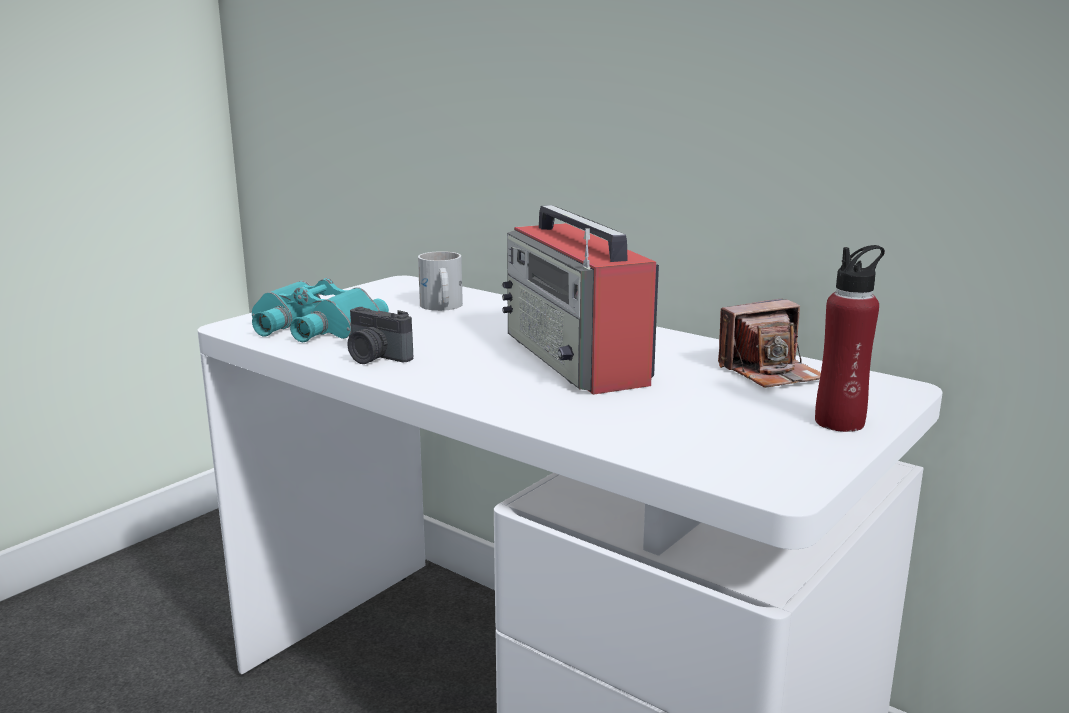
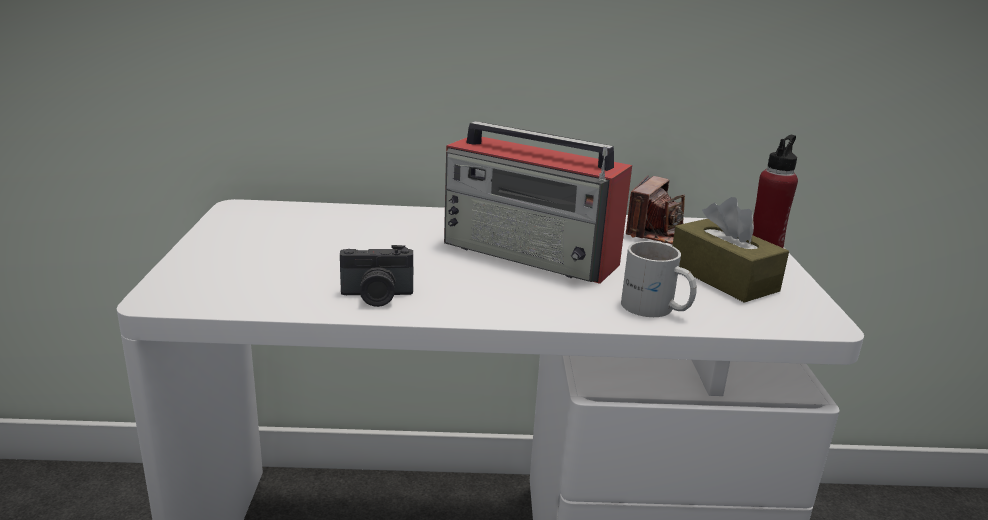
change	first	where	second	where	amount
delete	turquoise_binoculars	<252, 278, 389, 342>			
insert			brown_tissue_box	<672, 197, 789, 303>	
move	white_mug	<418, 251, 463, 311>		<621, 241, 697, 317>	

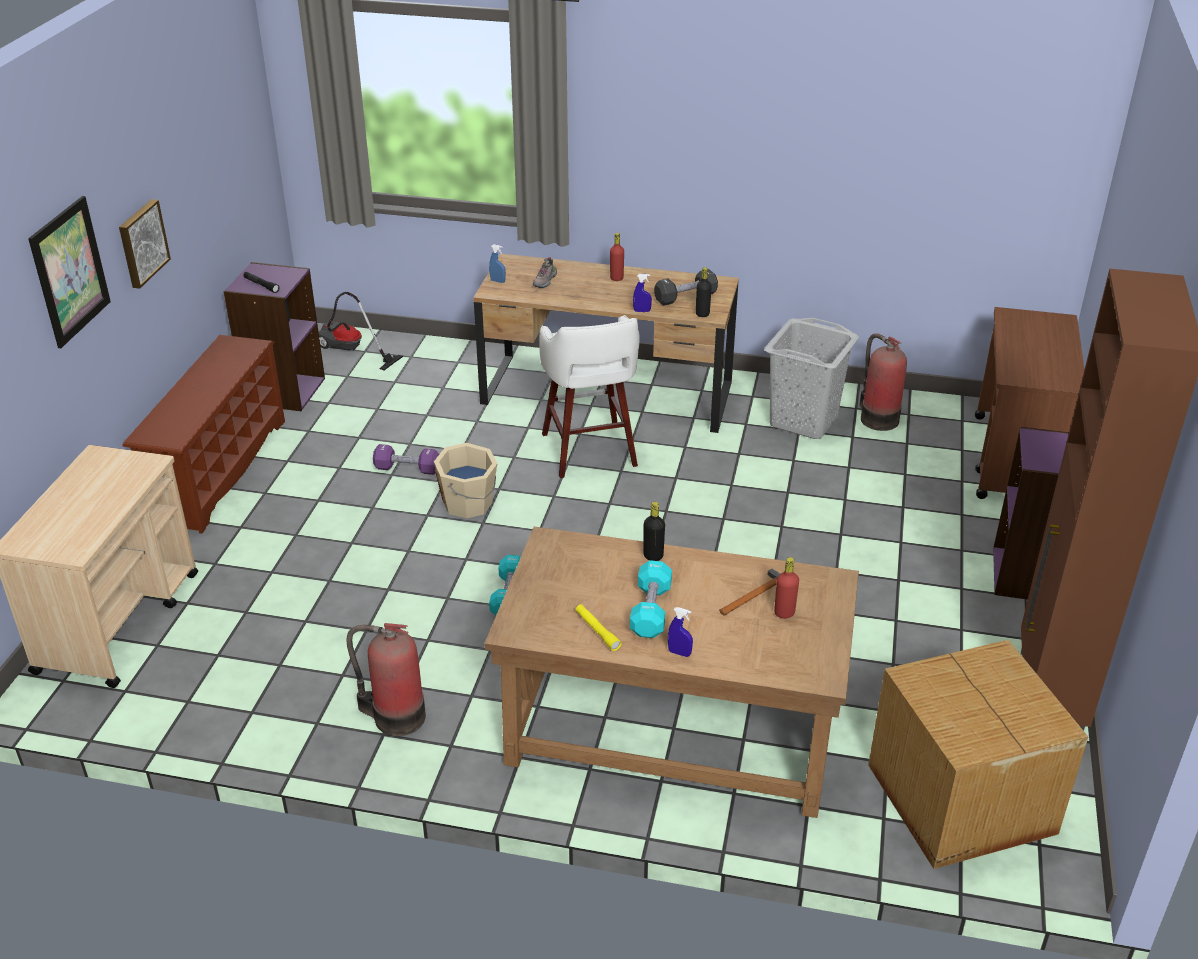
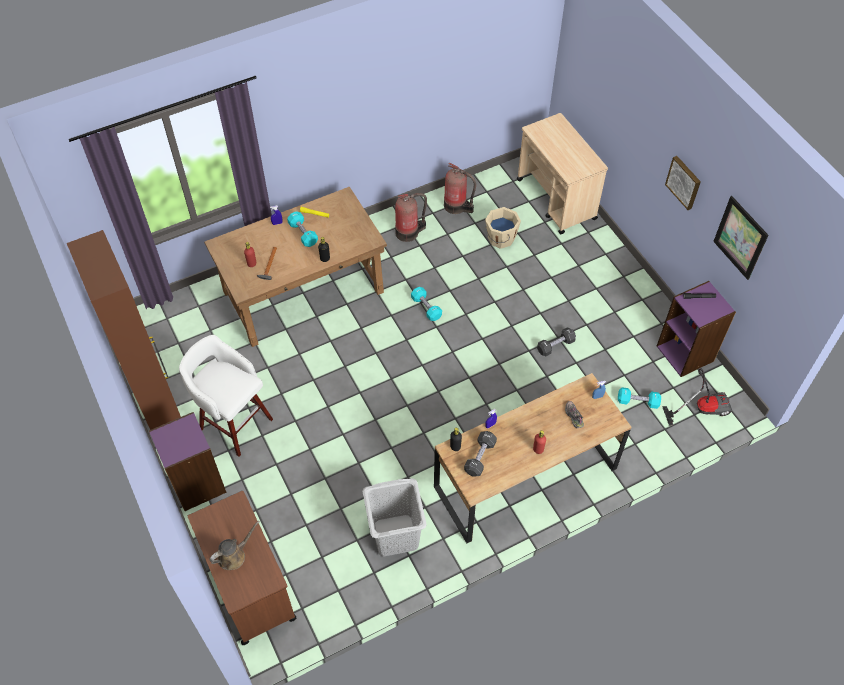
change	first	where	second	where	amount
delete	brown_shoe_rack	<123, 335, 285, 533>			
delete	cardboard_box	<868, 640, 1088, 869>			
insert			brown_watering_can	<209, 520, 260, 570>	
insert			turquoise_dumbbell	<618, 387, 661, 409>	
move	picture	<28, 196, 111, 348>		<713, 196, 769, 280>	
move	beige_bucket	<434, 443, 498, 518>		<485, 207, 521, 249>	
move	white_stool	<539, 315, 640, 478>		<179, 335, 273, 457>	
move	fire_extinguisher	<860, 333, 907, 431>		<444, 163, 476, 214>	
recolor	purple_dumbbell	<373, 444, 439, 475>	black_dumbbell	<537, 328, 576, 356>	

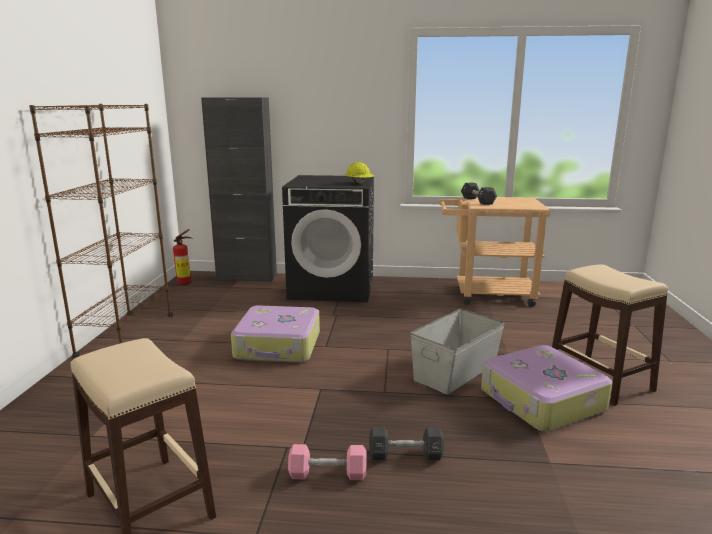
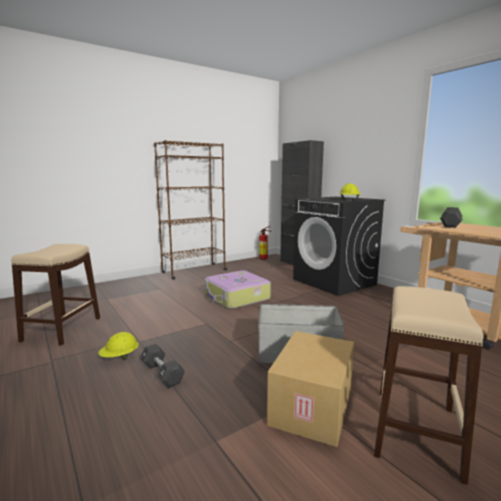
change	first	where	second	where	amount
replace	pink_dumbbell	<288, 444, 366, 480>	yellow_hard_hat	<98, 332, 139, 360>	
replace	suitcase	<481, 345, 613, 432>	cardboard_box	<267, 331, 354, 447>	

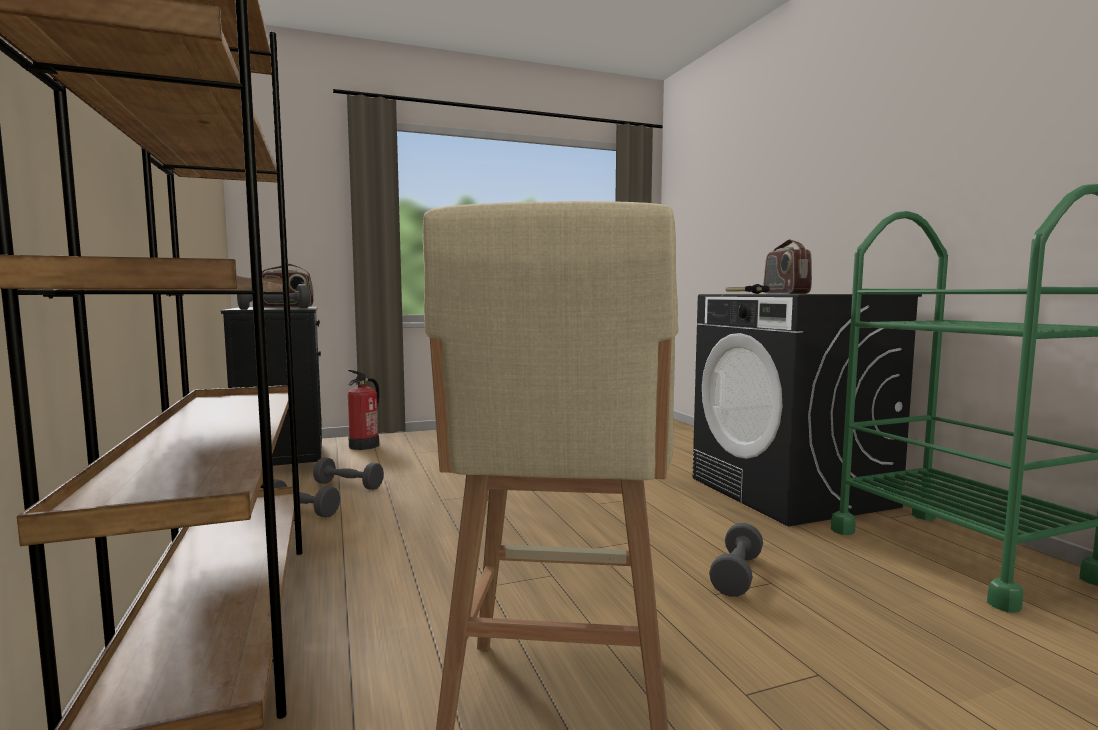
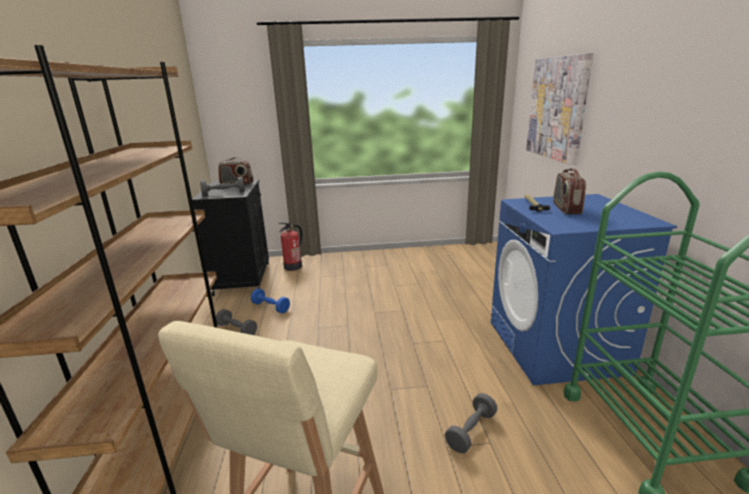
change	first	where	second	where	amount
insert			picture	<526, 53, 593, 165>	
recolor	grey_dumbbell	<313, 458, 384, 490>	blue_dumbbell	<251, 289, 290, 313>	
recolor	black_washing_machine	<693, 294, 922, 526>	blue_washing_machine	<491, 194, 677, 385>	

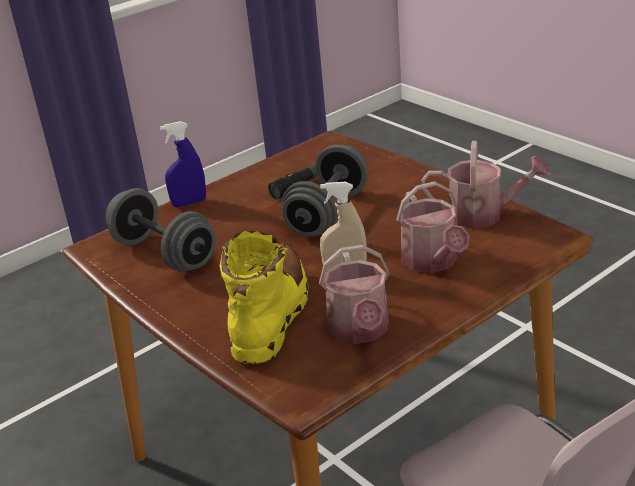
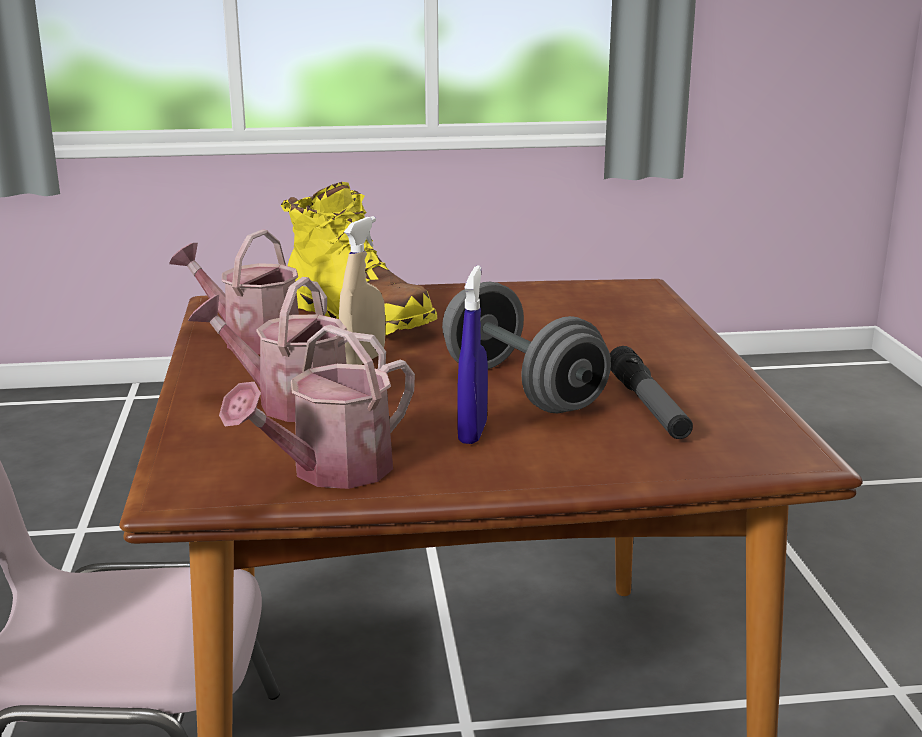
change	first	where	second	where	amount
delete	grey_dumbbell	<105, 188, 216, 272>			
move	blue_spray_bottle	<160, 121, 206, 207>		<457, 265, 488, 444>	

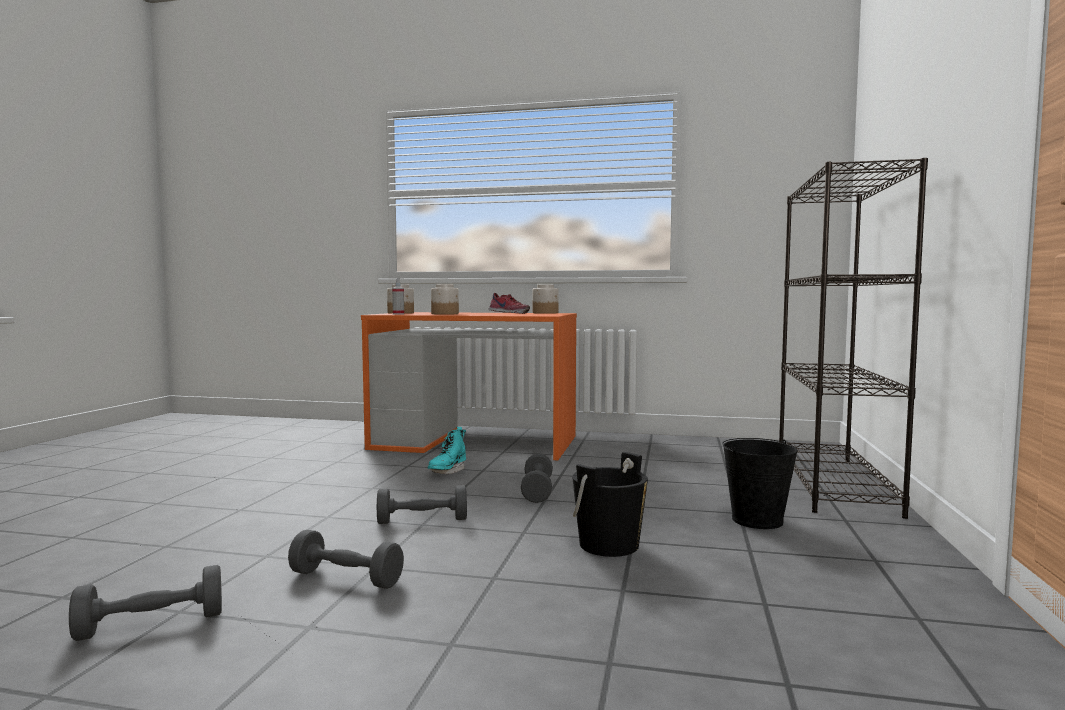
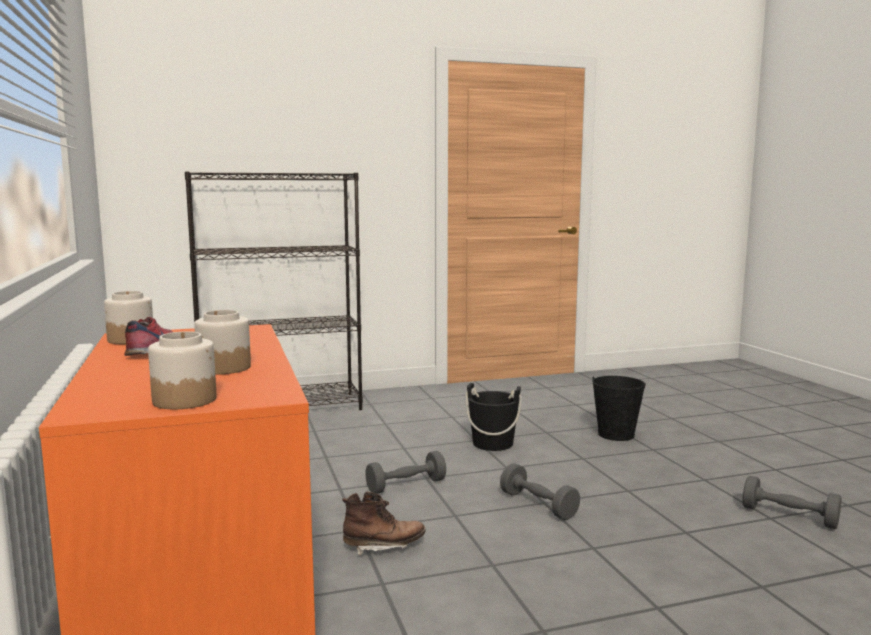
change	first	where	second	where	amount
delete	grey_dumbbell	<288, 530, 404, 589>			
delete	spray_bottle	<392, 278, 404, 315>			
move	black_bucket	<722, 438, 798, 529>		<592, 376, 646, 441>	
recolor	turquoise_boot	<428, 427, 466, 474>	brown_boot	<342, 492, 426, 556>	

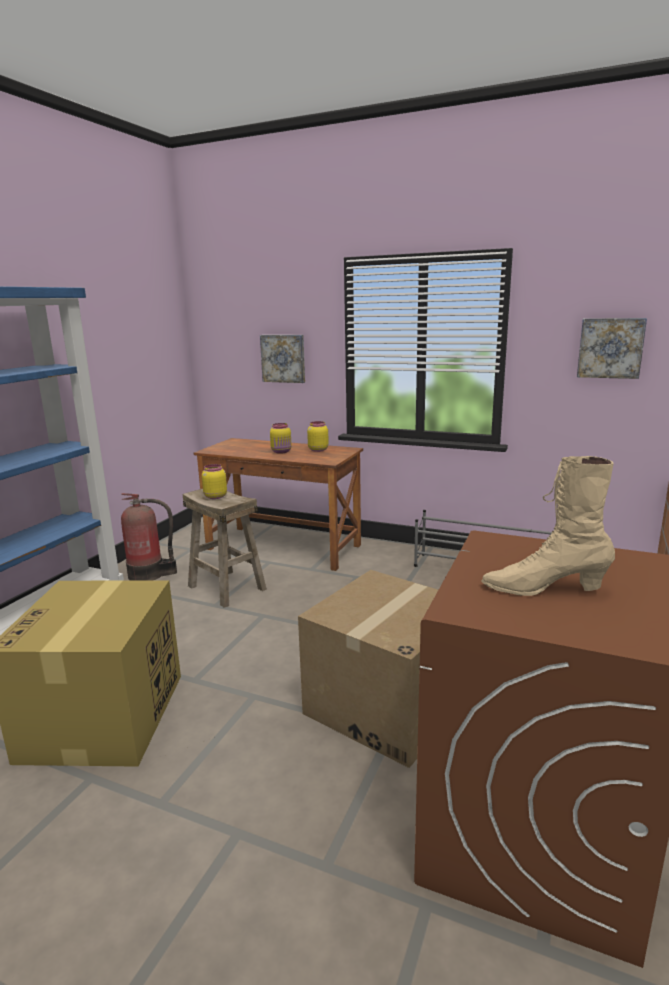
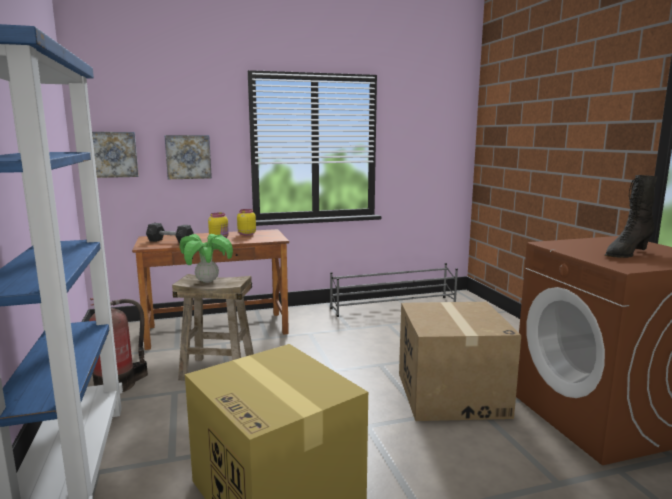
change	first	where	second	where	amount
insert			grey_dumbbell	<146, 223, 194, 244>	
move	picture	<577, 318, 647, 379>		<92, 132, 139, 178>	
replace	yellow_jar	<202, 464, 227, 499>	potted_plant	<180, 234, 233, 283>	
recolor	beige_boot	<481, 456, 615, 596>	black_boot	<604, 175, 657, 258>	

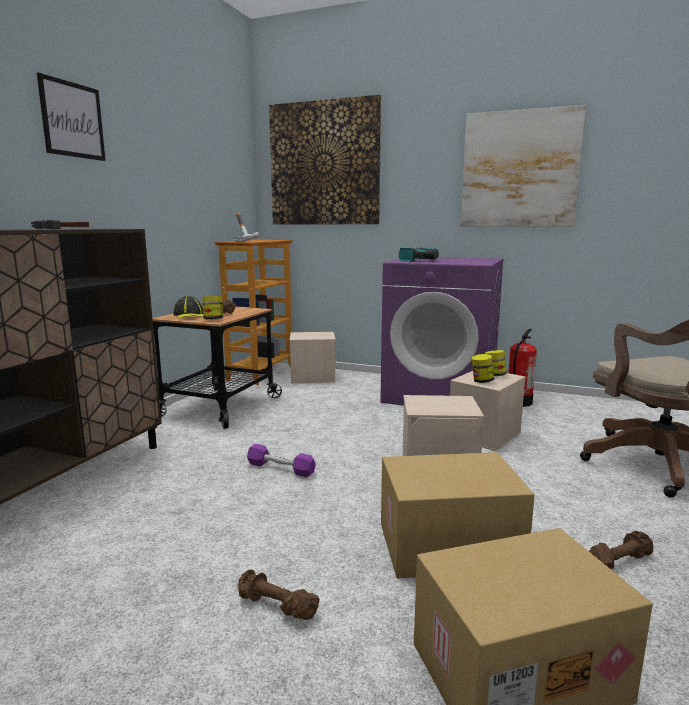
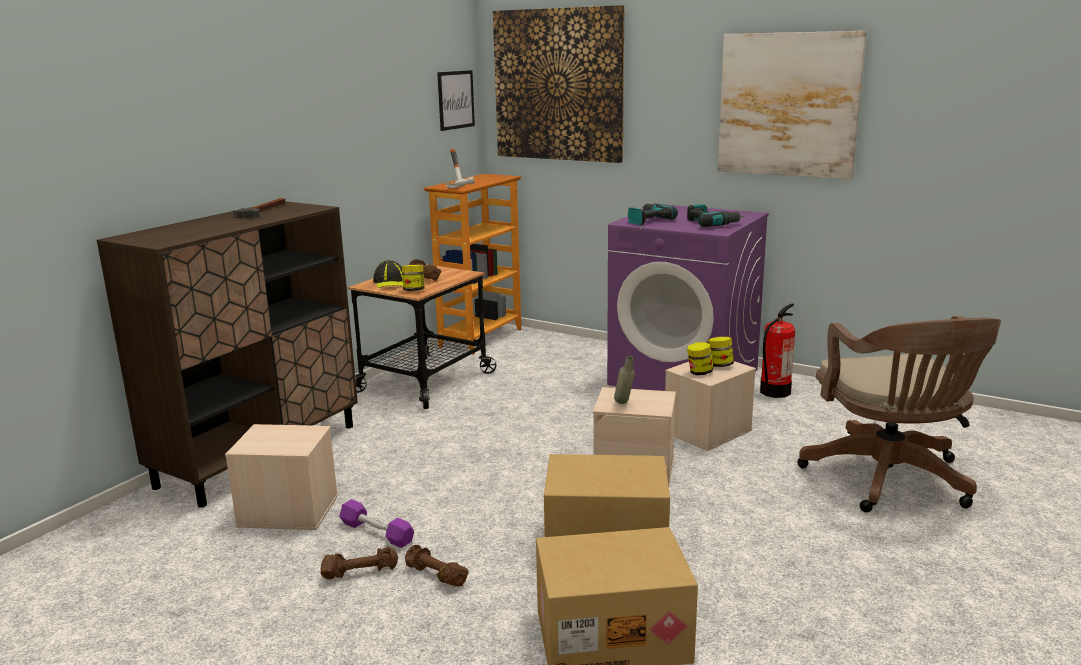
change	first	where	second	where	amount
insert			grey_bottle	<614, 356, 635, 404>	
insert			power_drill	<687, 204, 743, 227>	
move	picture	<37, 73, 106, 161>		<437, 70, 475, 131>	
move	purple_dumbbell	<247, 444, 316, 477>		<339, 499, 414, 548>	
move	beige_storage_box	<290, 332, 336, 383>		<225, 424, 338, 530>	
move	brown_dumbbell	<589, 531, 653, 569>		<320, 546, 398, 579>	

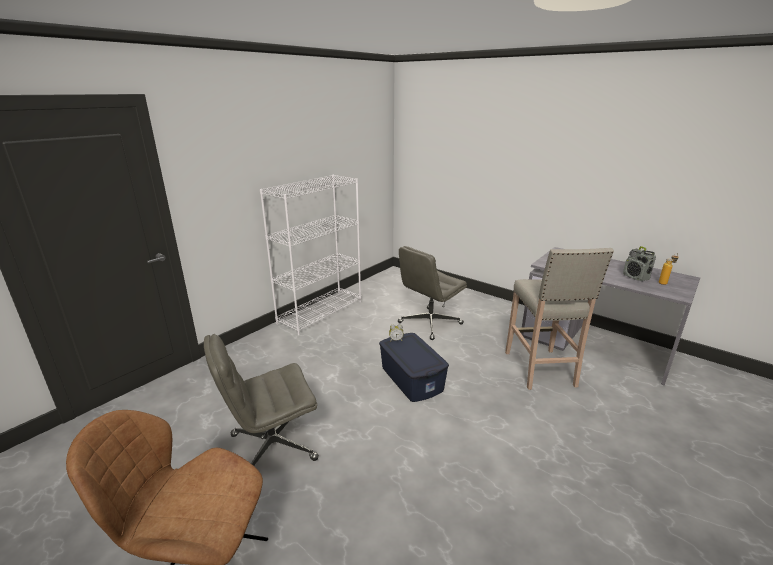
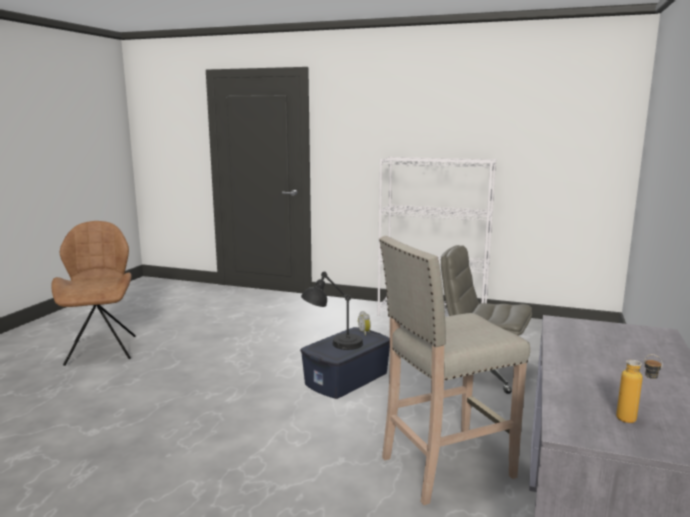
change	first	where	second	where	amount
delete	grey_office_chair	<204, 334, 319, 466>			
delete	radio	<623, 246, 656, 281>			
insert			black_table_lamp	<301, 272, 363, 350>	

